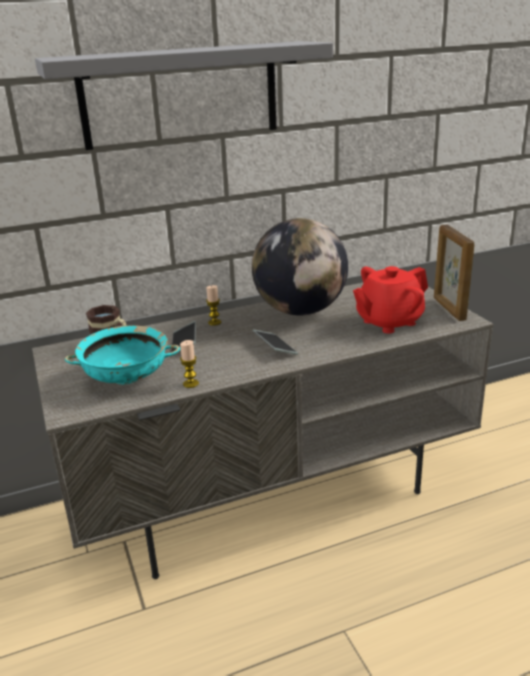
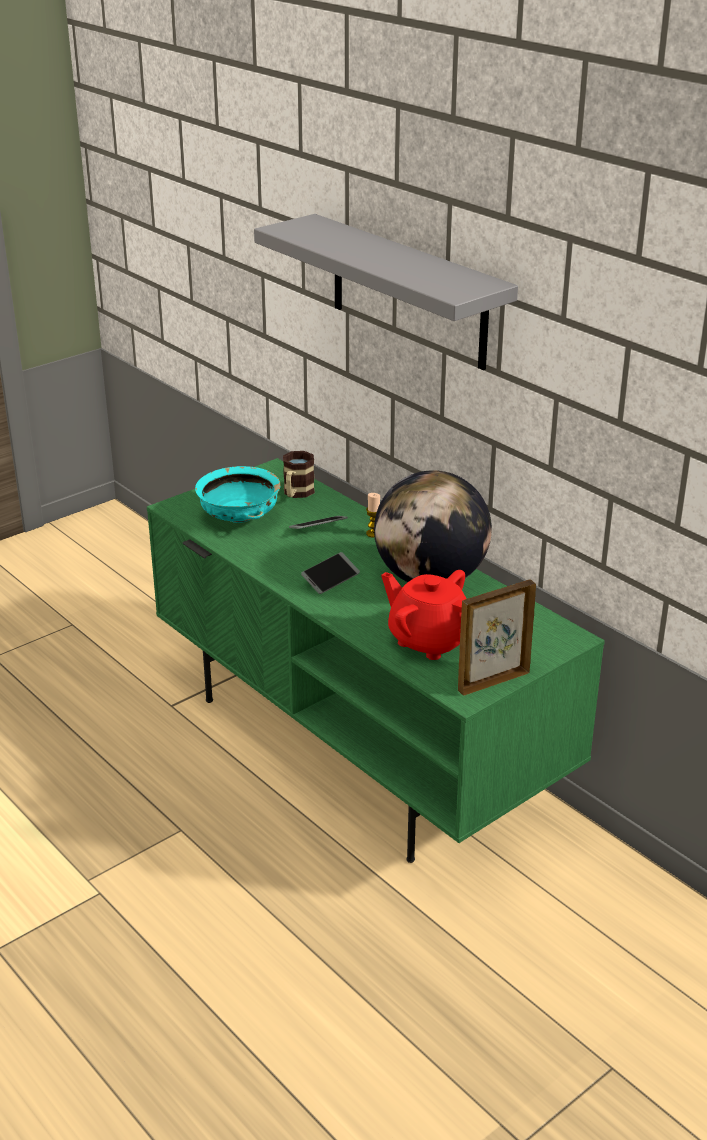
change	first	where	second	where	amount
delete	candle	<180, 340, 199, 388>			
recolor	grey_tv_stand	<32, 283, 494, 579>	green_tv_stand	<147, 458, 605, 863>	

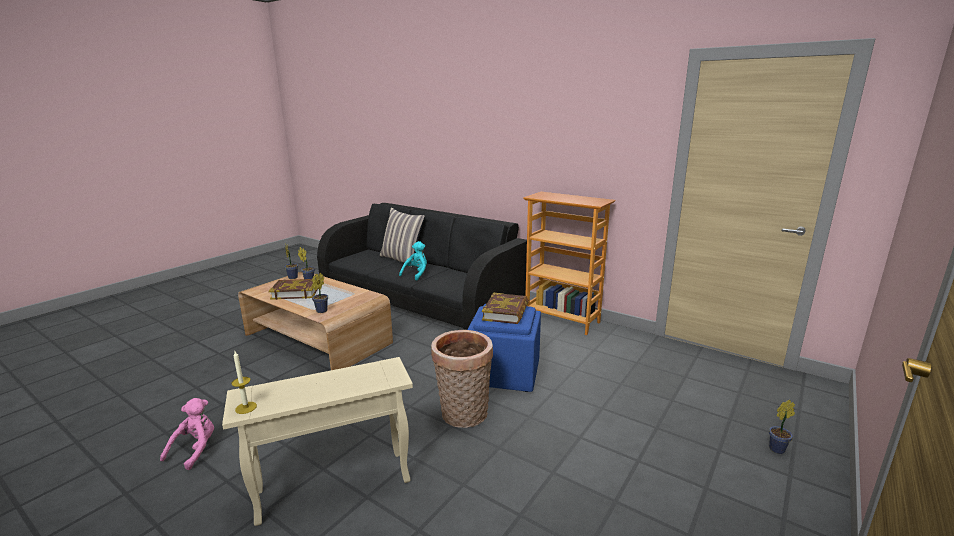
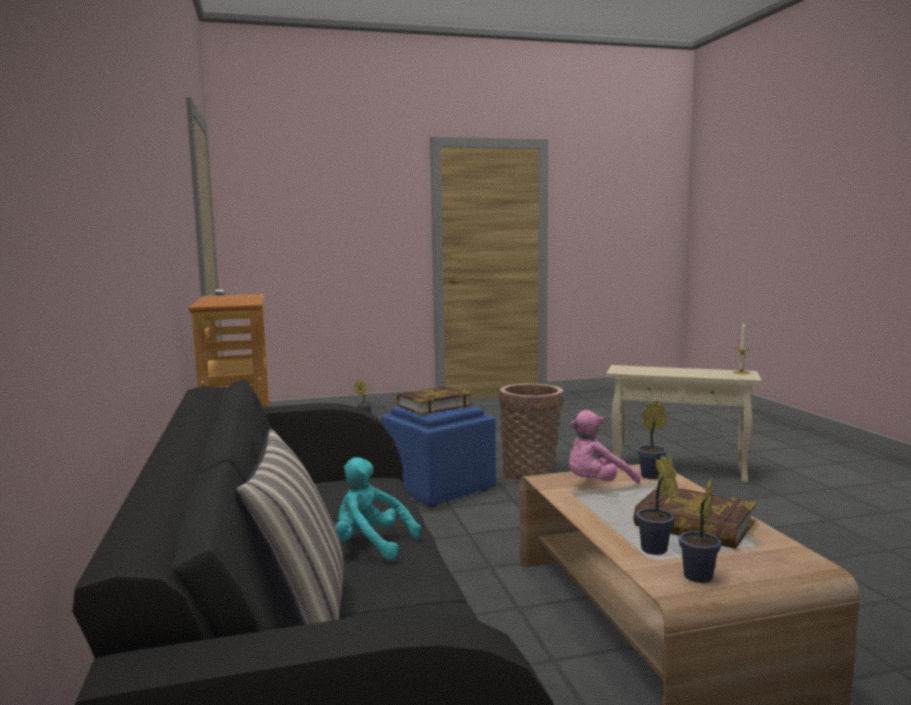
change	first	where	second	where	amount
move	pink_plush_toy	<160, 398, 214, 470>		<569, 410, 641, 484>	
rotate	turquoise_plush_toy	<399, 241, 427, 281>		<335, 457, 421, 559>	45 degrees clockwise

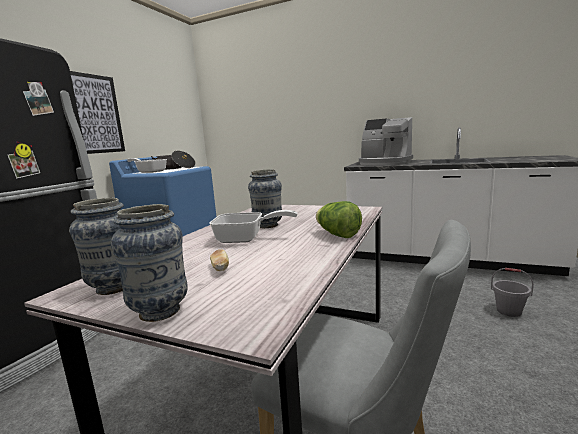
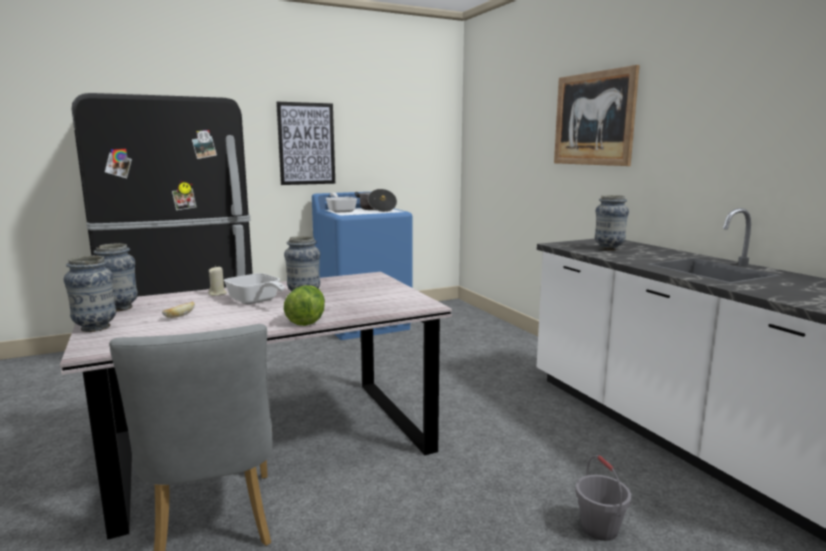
change	first	where	second	where	amount
insert			beige_candle	<209, 266, 227, 296>	
insert			picture	<554, 65, 640, 166>	
replace	coffee_machine	<359, 117, 413, 165>	vase	<595, 195, 629, 250>	

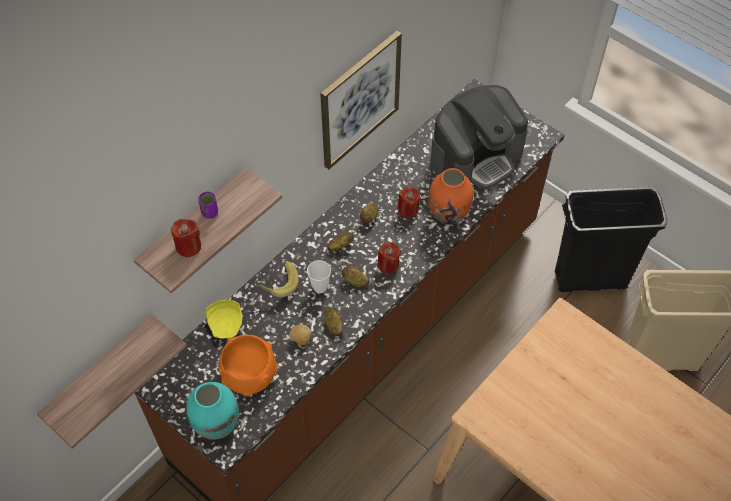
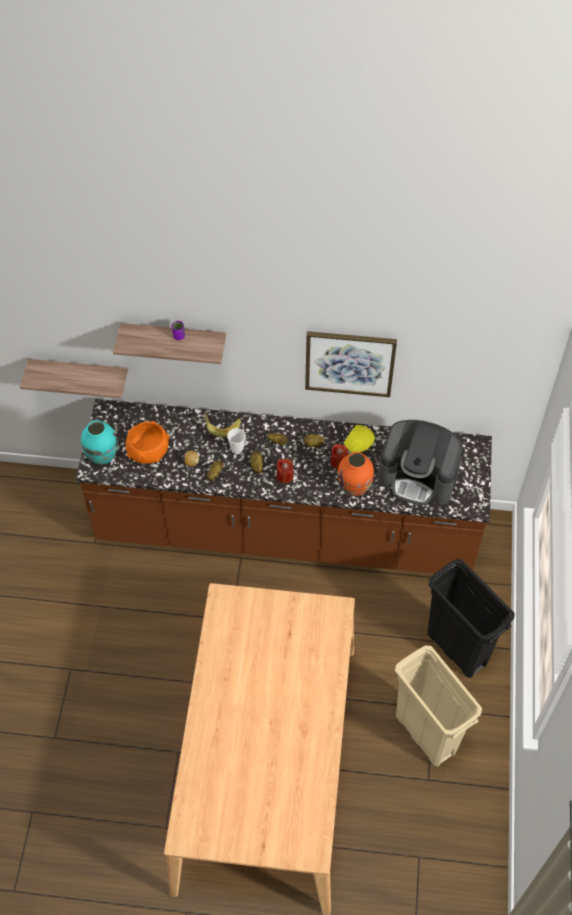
change	first	where	second	where	amount
delete	red_candle	<171, 219, 201, 258>			
move	yellow_plate	<206, 300, 242, 338>		<344, 425, 375, 452>	

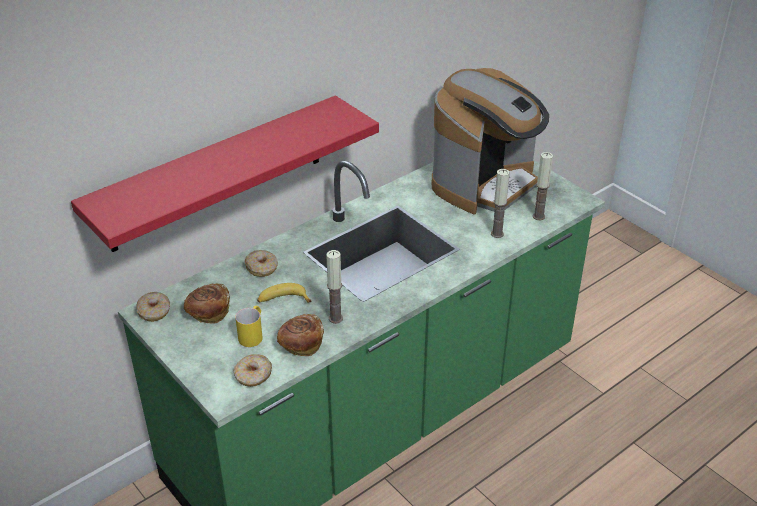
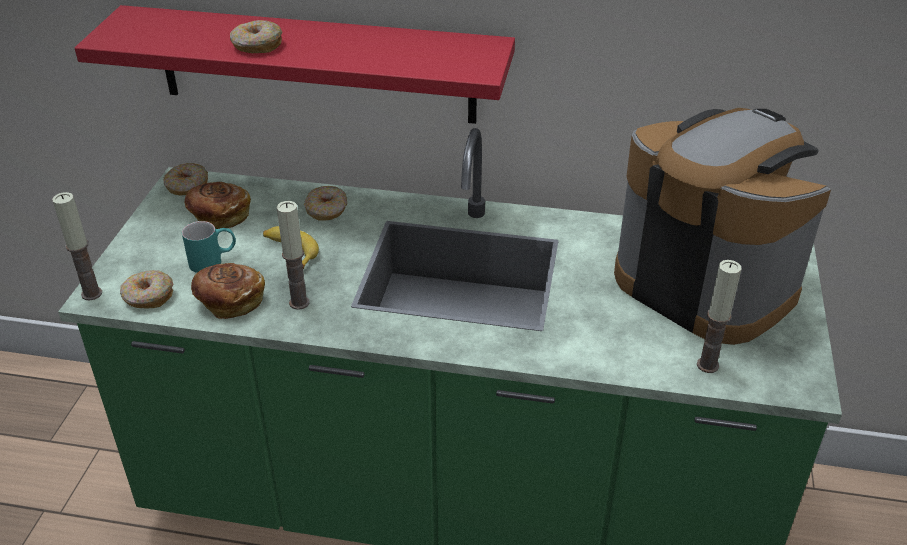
change	first	where	second	where	amount
insert			donut	<230, 20, 282, 53>	
move	candle	<491, 169, 510, 238>		<52, 192, 102, 300>	
recolor	yellow_mug	<235, 306, 263, 347>	turquoise_mug	<182, 221, 236, 273>	
rotate	coffee_machine	<432, 68, 549, 214>		<614, 108, 831, 345>	135 degrees counterclockwise

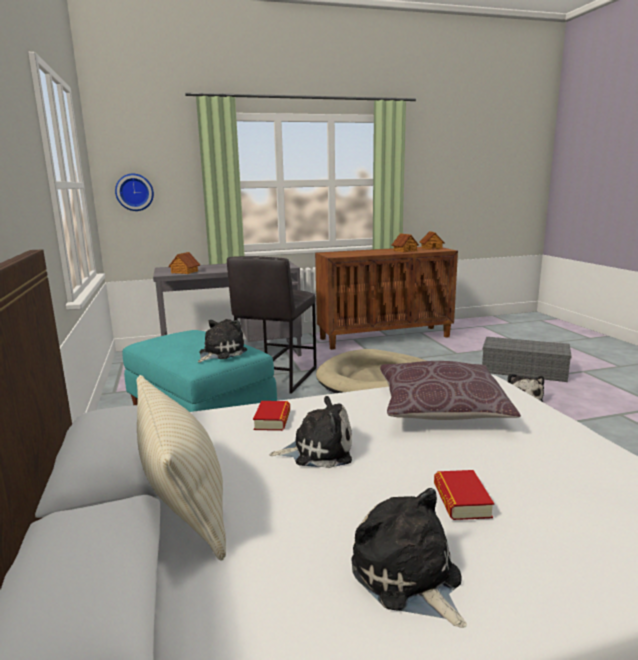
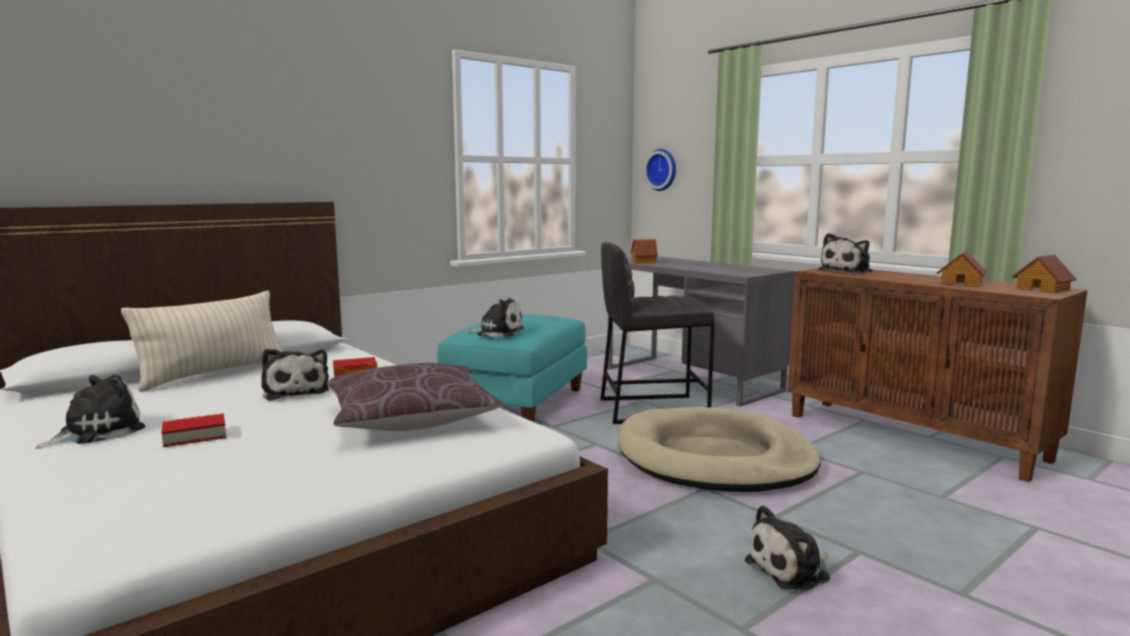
change	first	where	second	where	amount
delete	grey_storage_box	<482, 337, 572, 382>			
insert			plush_toy	<818, 233, 873, 274>	

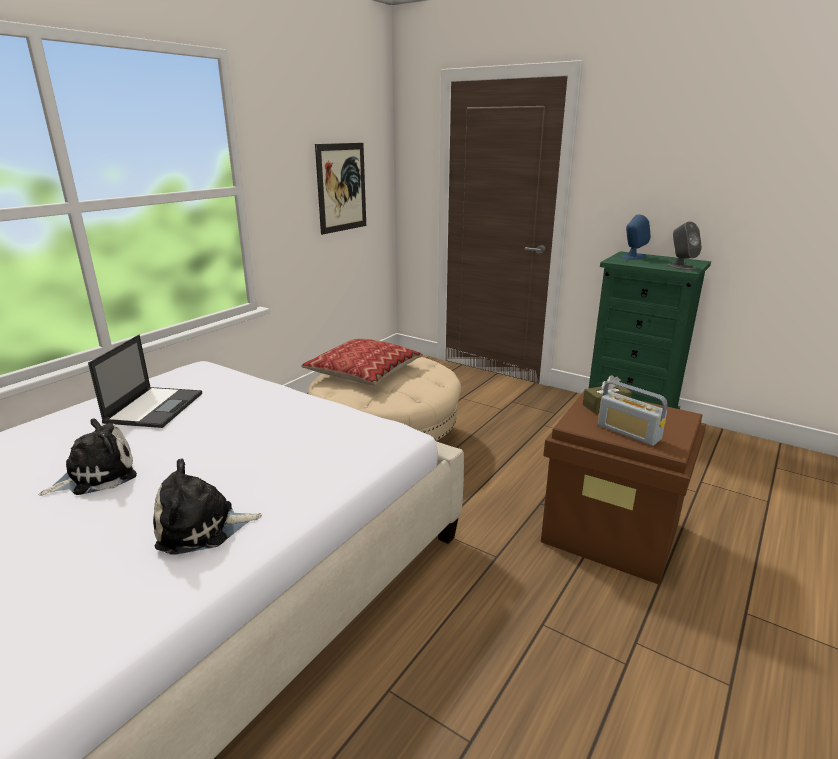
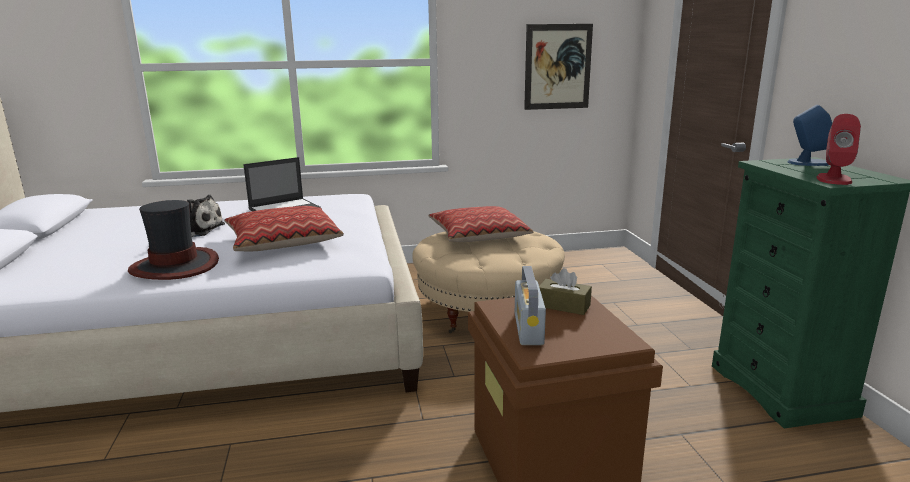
change	first	where	second	where	amount
insert			pillow	<224, 206, 344, 251>	
replace	plush_toy	<153, 458, 262, 555>	hat	<128, 200, 219, 280>	
recolor	grey_speaker	<667, 221, 702, 271>	red_speaker	<817, 114, 861, 185>	

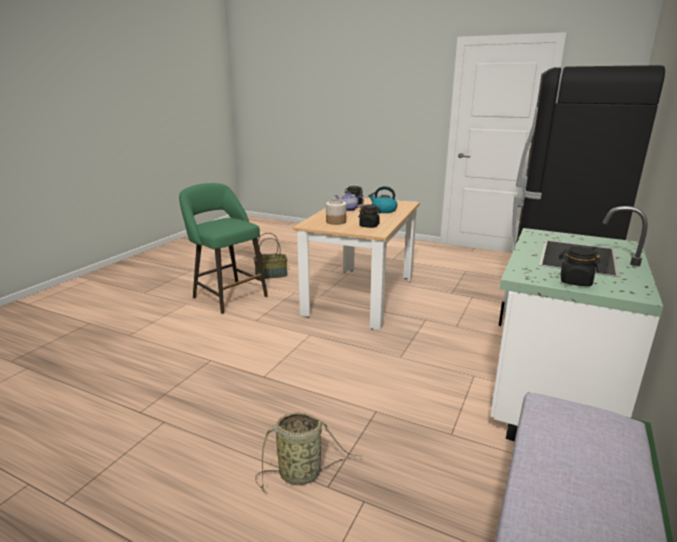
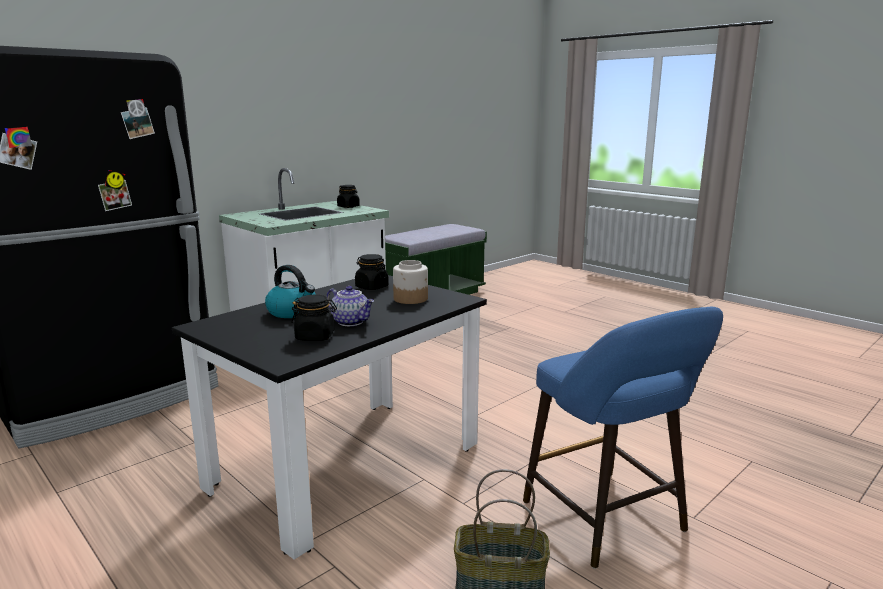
change	first	where	second	where	amount
delete	basket	<255, 412, 362, 491>			
recolor	green_stool	<179, 183, 268, 314>	blue_stool	<523, 307, 723, 569>	
recolor	beige_dining_table	<293, 197, 420, 330>	black_dining_table	<172, 275, 487, 560>	

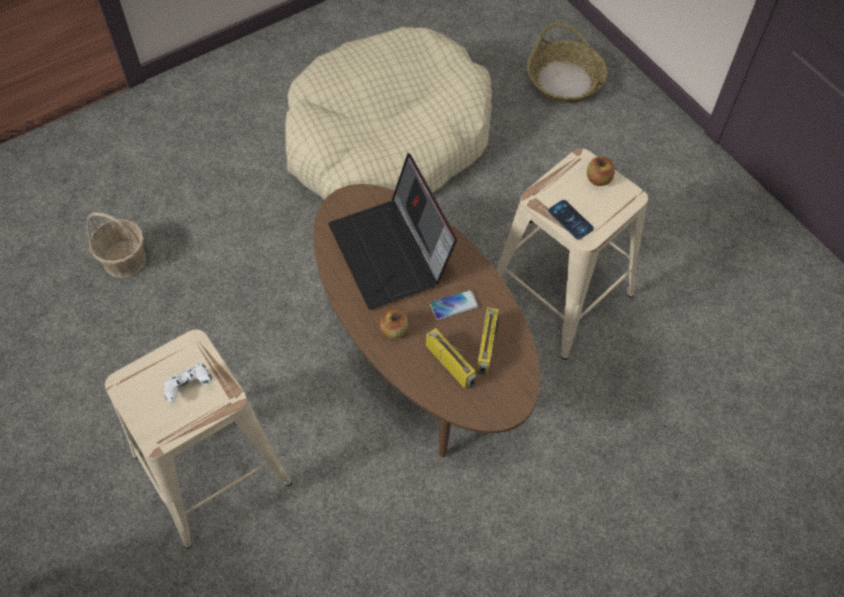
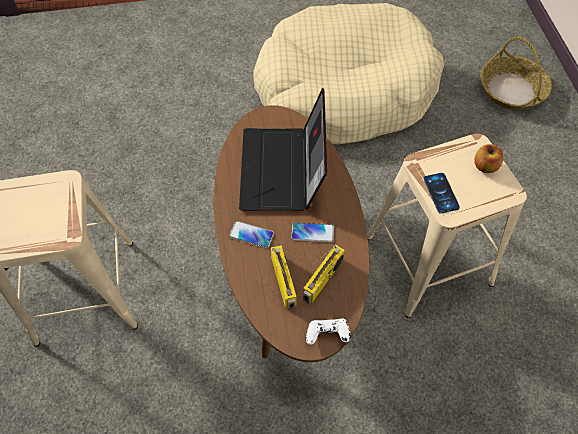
change	first	where	second	where	amount
delete	basket	<86, 212, 146, 278>			
move	white_game_controller	<164, 363, 212, 403>		<306, 318, 351, 345>	
replace	apple	<380, 309, 408, 339>	phone	<229, 221, 274, 248>	

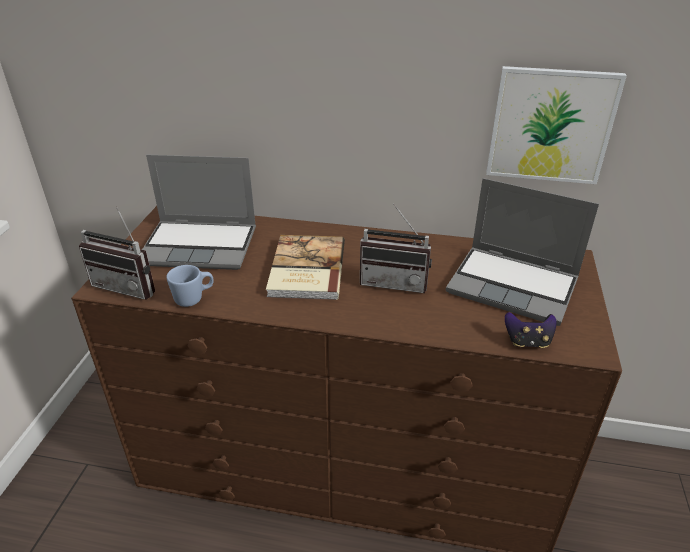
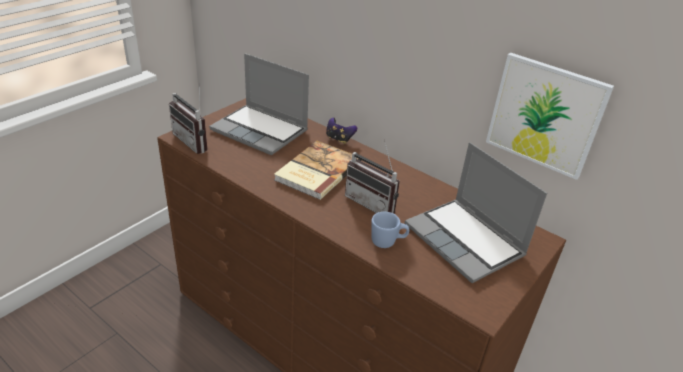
change	first	where	second	where	amount
move	blue_mug	<166, 265, 214, 307>		<371, 212, 409, 248>	
move	game_controller	<505, 312, 556, 348>		<326, 118, 357, 144>	

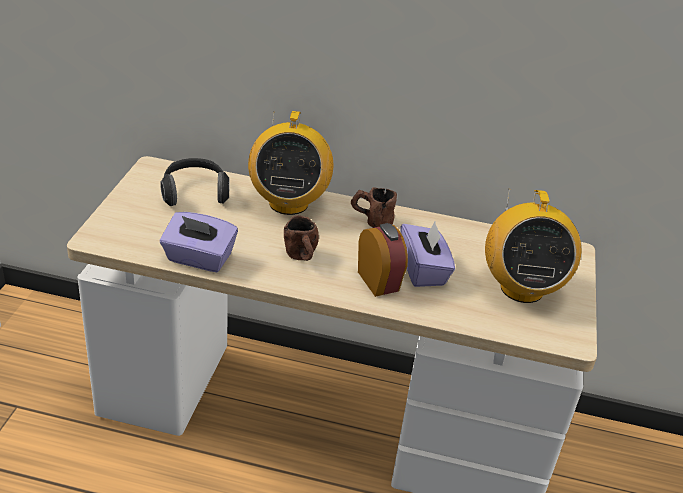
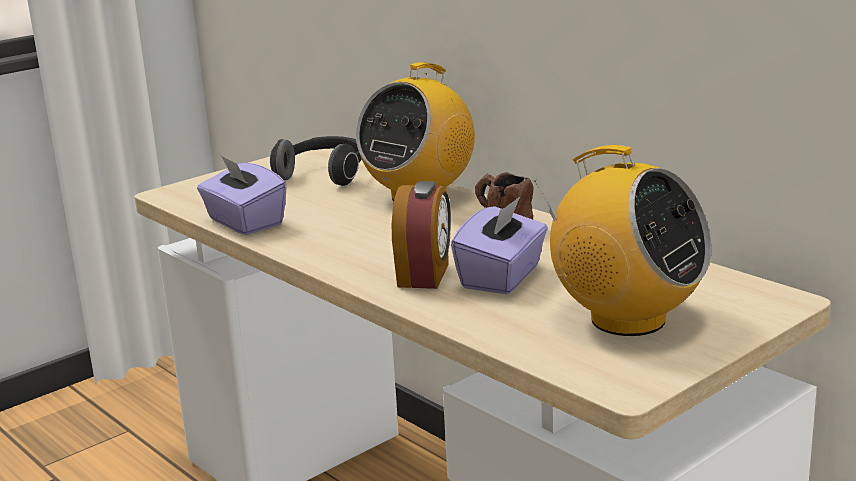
change	first	where	second	where	amount
delete	brown_mug	<284, 215, 319, 261>			
rotate	radio	<485, 189, 581, 303>		<535, 145, 711, 336>	90 degrees counterclockwise

